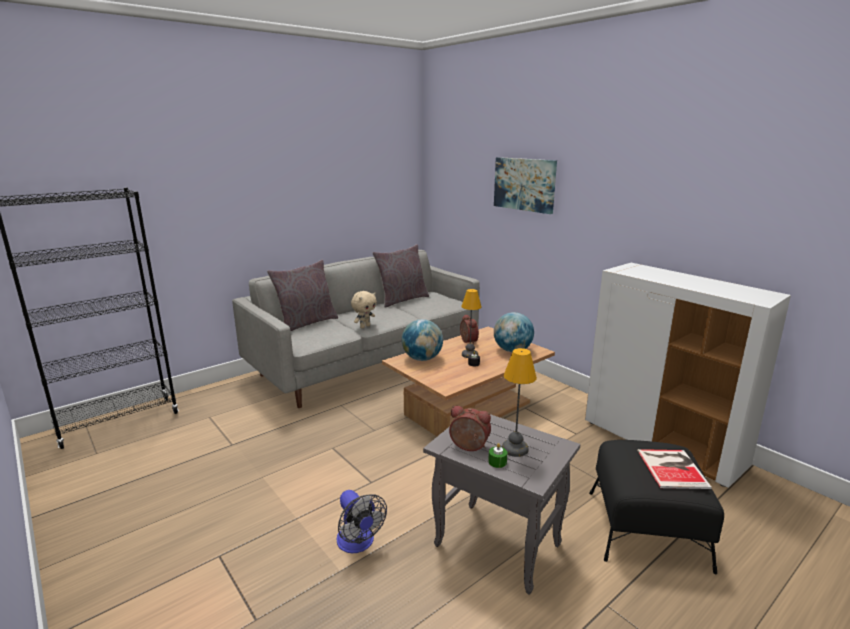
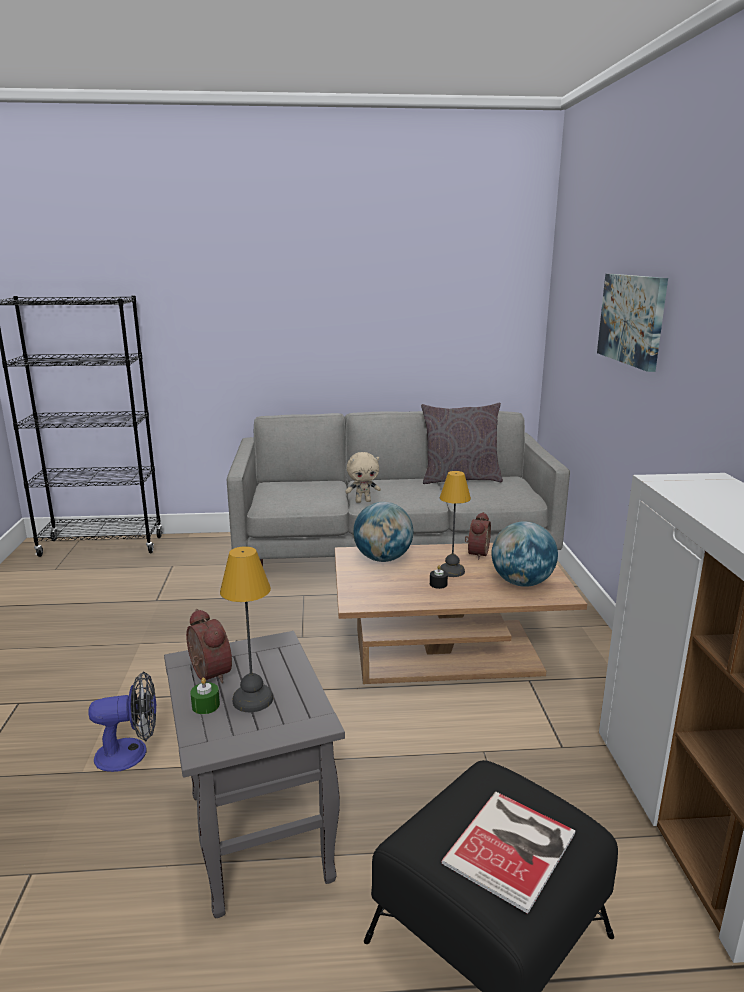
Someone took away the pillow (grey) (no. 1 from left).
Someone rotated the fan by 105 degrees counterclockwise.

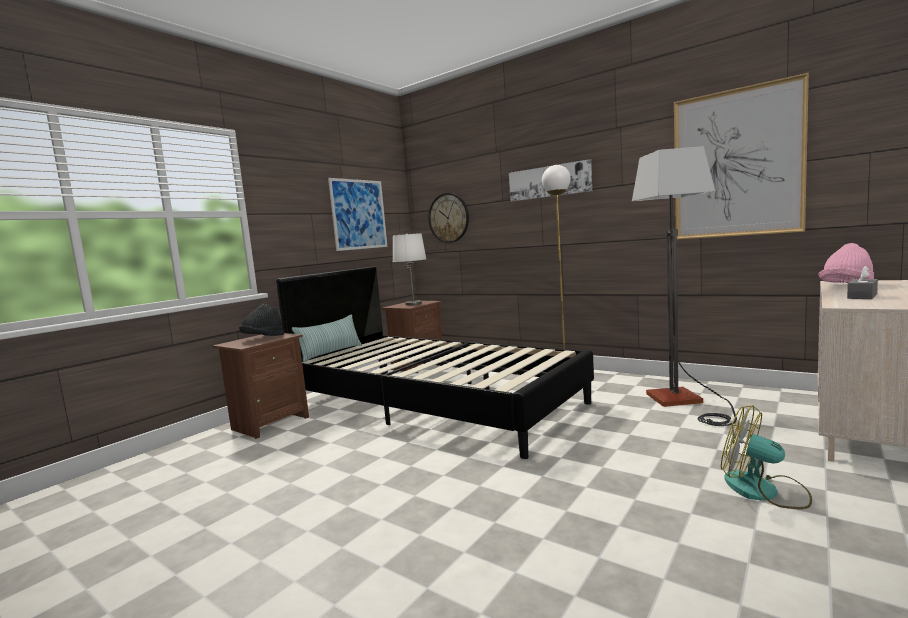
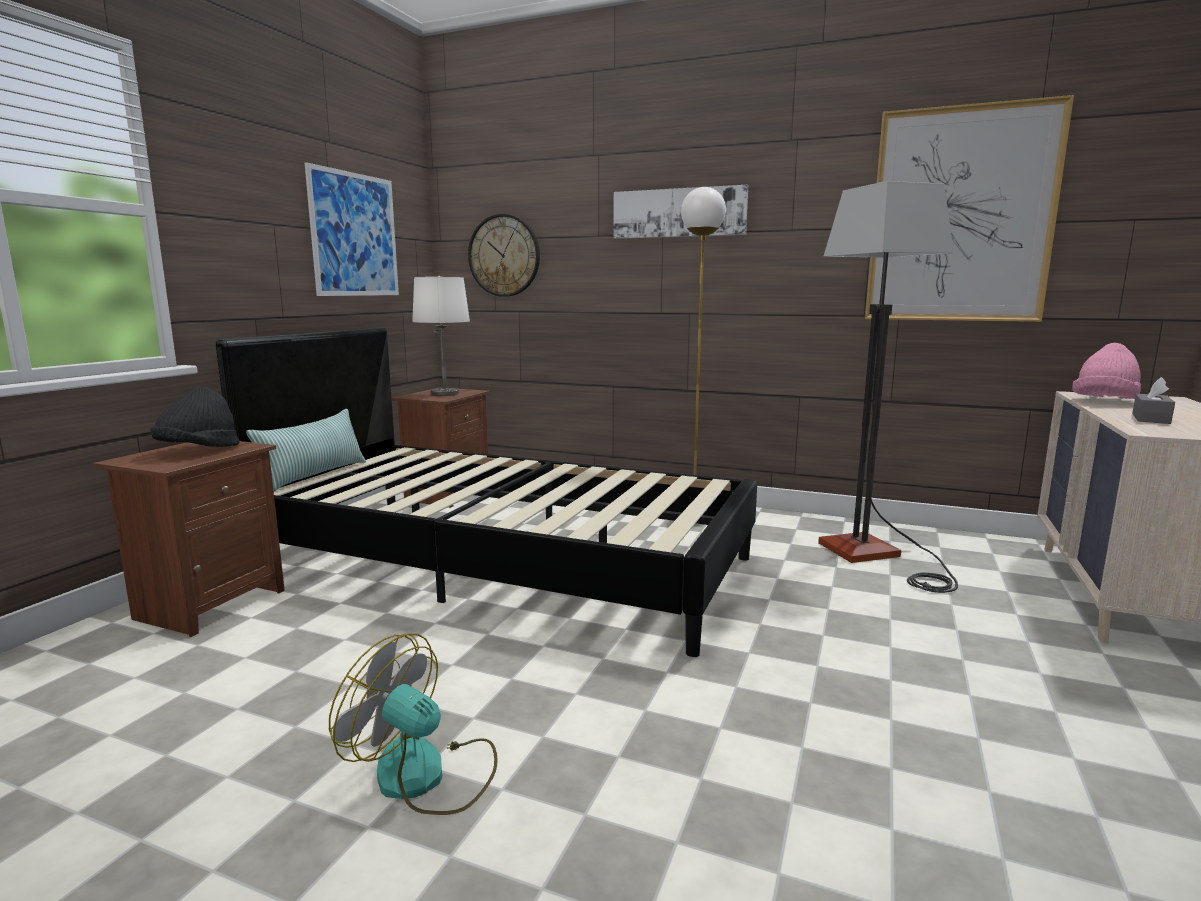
Someone carried the fan.

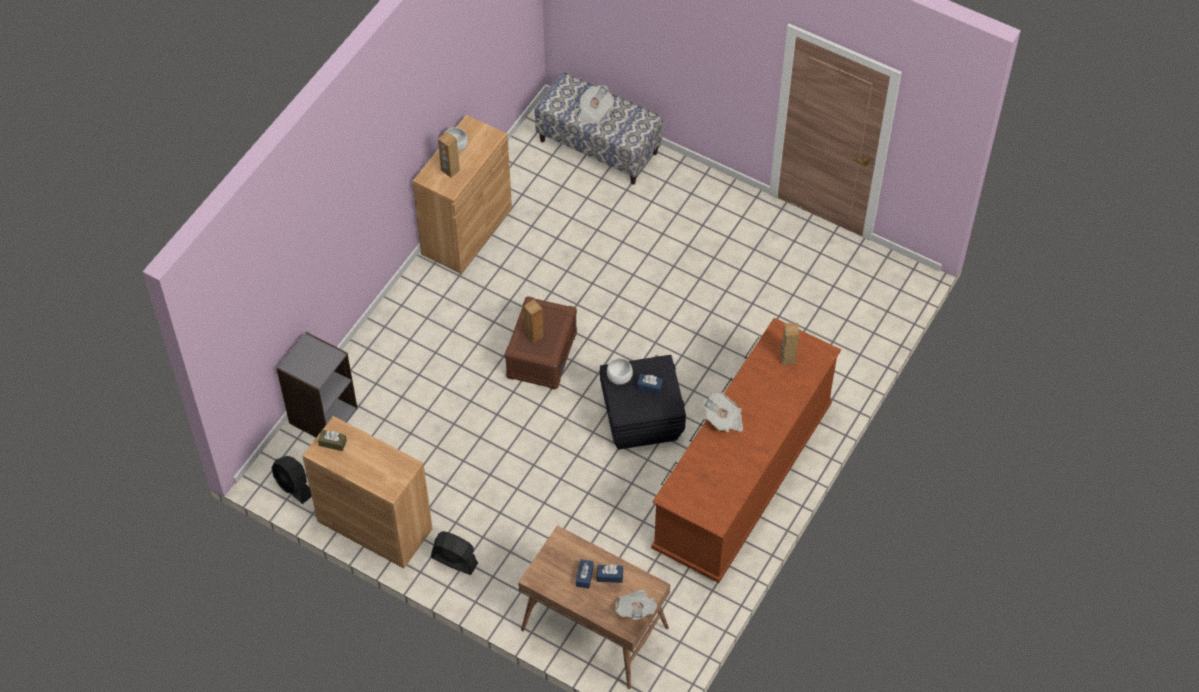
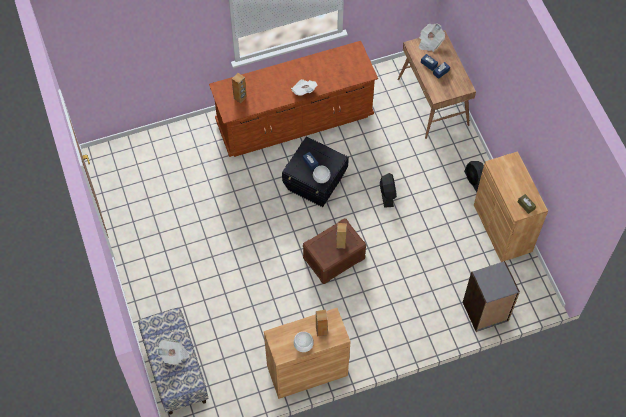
Someone carried the fan (black) (no. 1 from left).

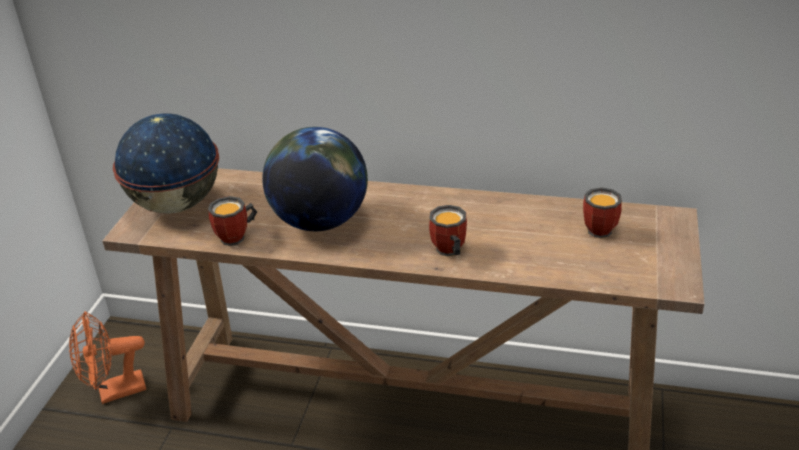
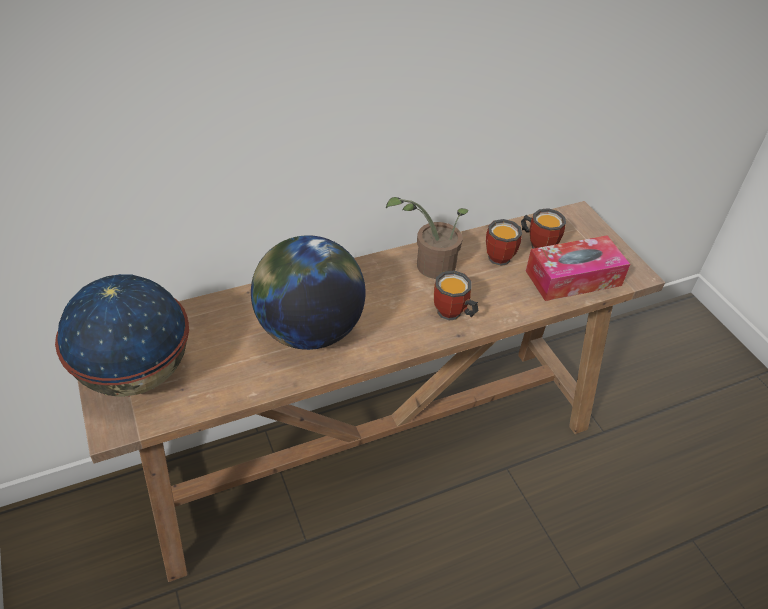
Someone took away the fan (orange).
Someone carried the mug (no. 1 from left in the first image).
Someone put down the potted plant.
Someone put down the tissue box.

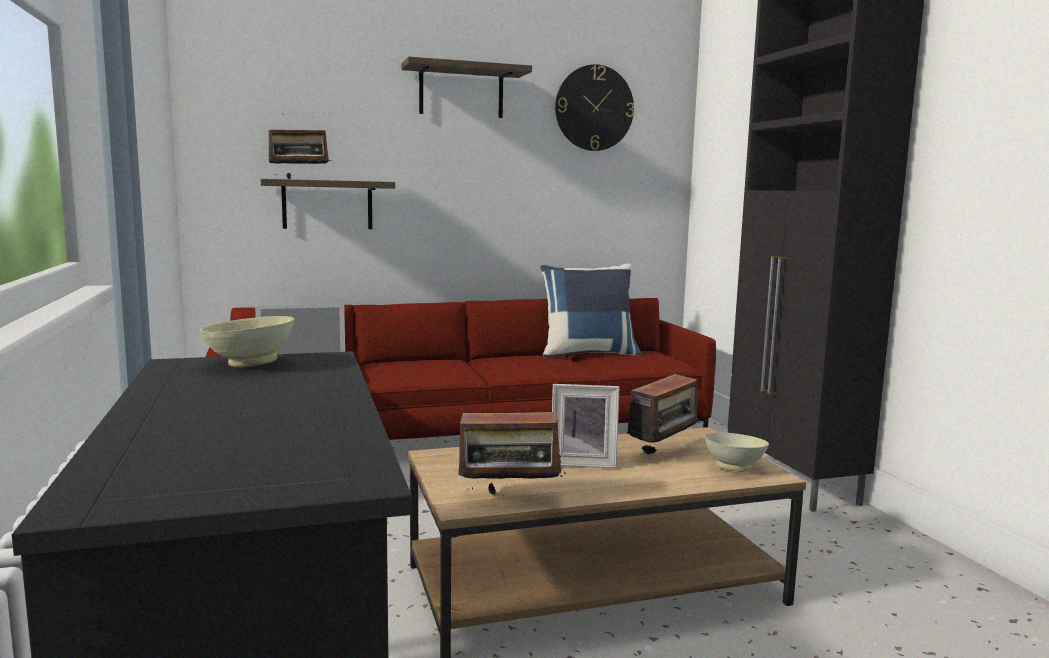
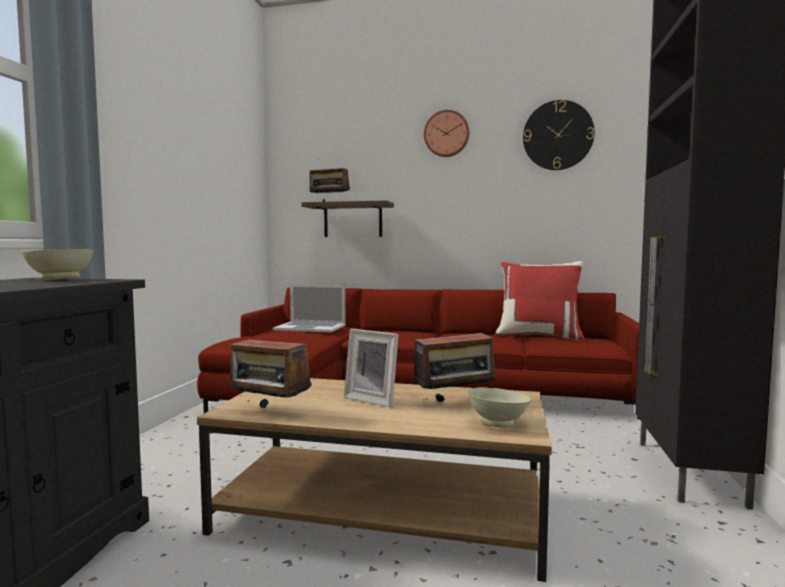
Someone swapped the shelf (no. 2 from left) for the wall clock (no. 1 from left).
Someone repainted the pillow (blue), which became the pillow (red).

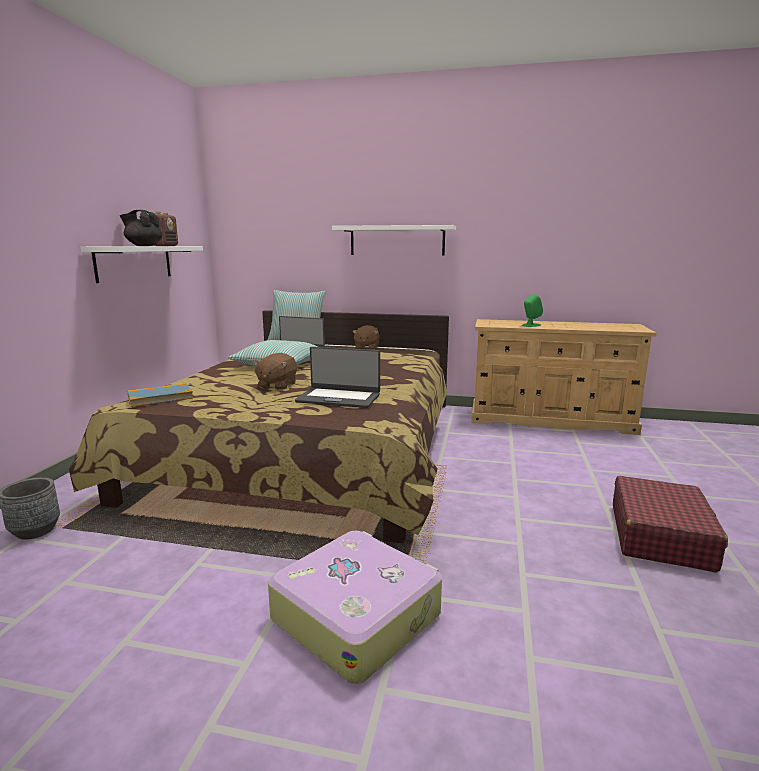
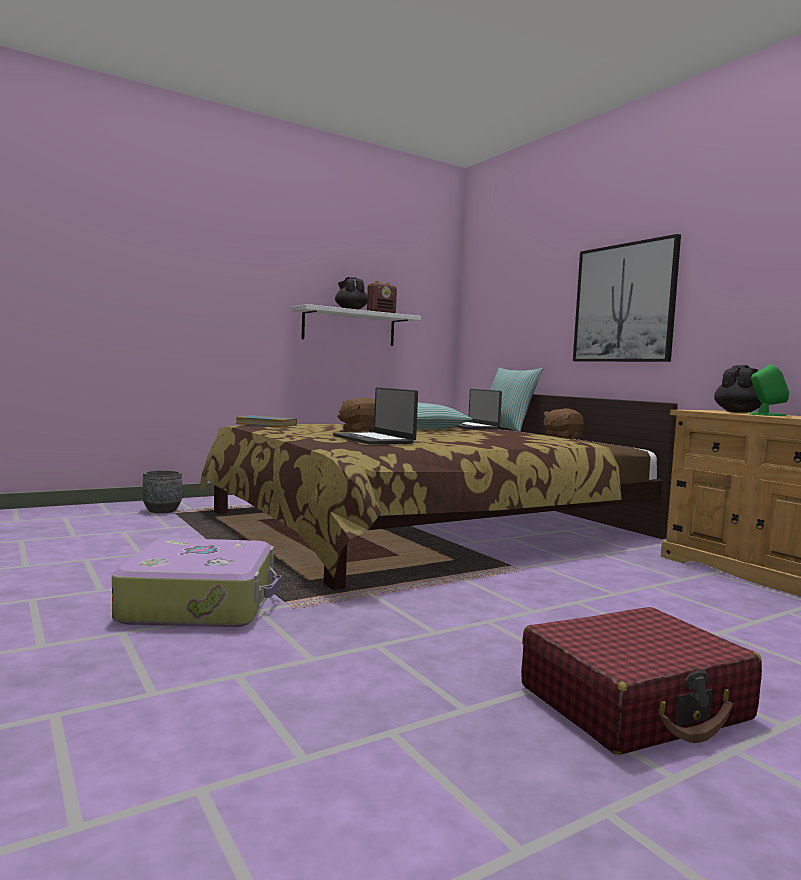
Someone swapped the shelf (white) (no. 2 from left) for the picture.
Someone put down the teapot (black) (no. 2 from left).

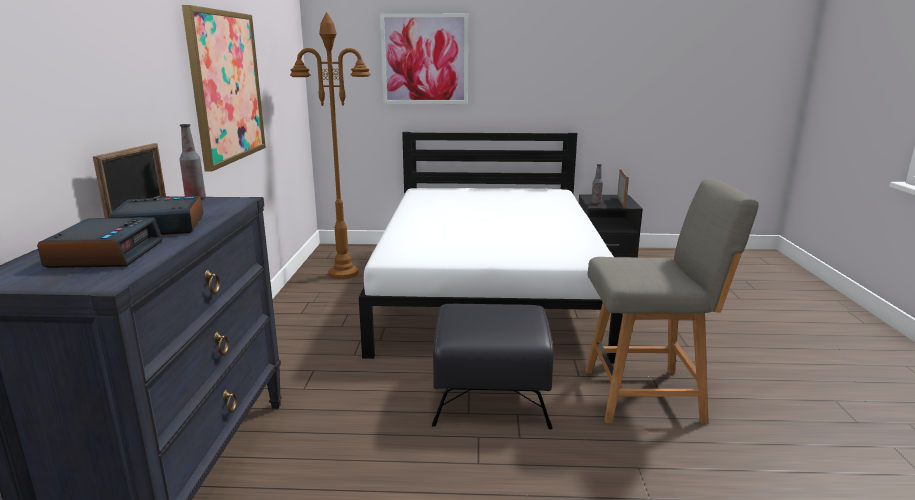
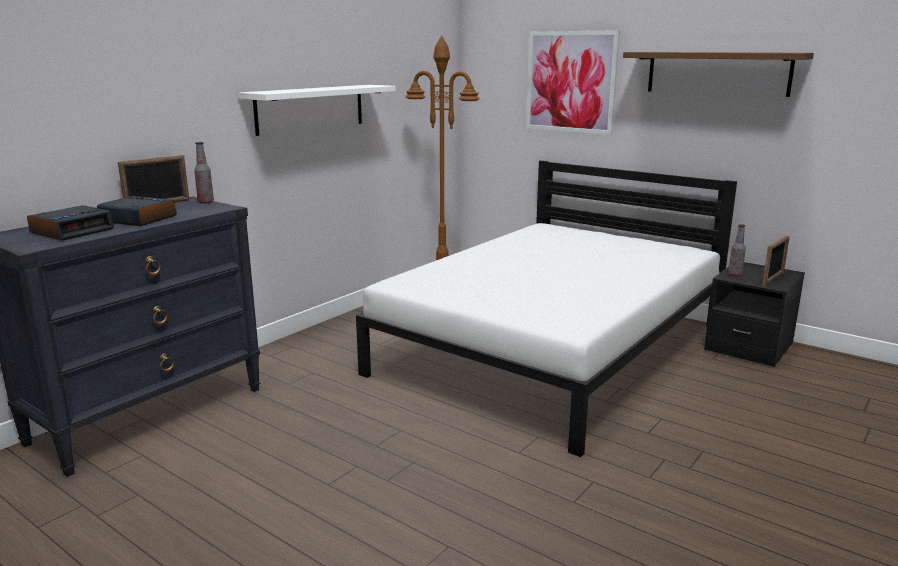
Someone swapped the picture (no. 1 from left) for the shelf (white).
Someone took away the ottoman (black).
Someone took away the chair (grey).
Someone put up the shelf (brown).

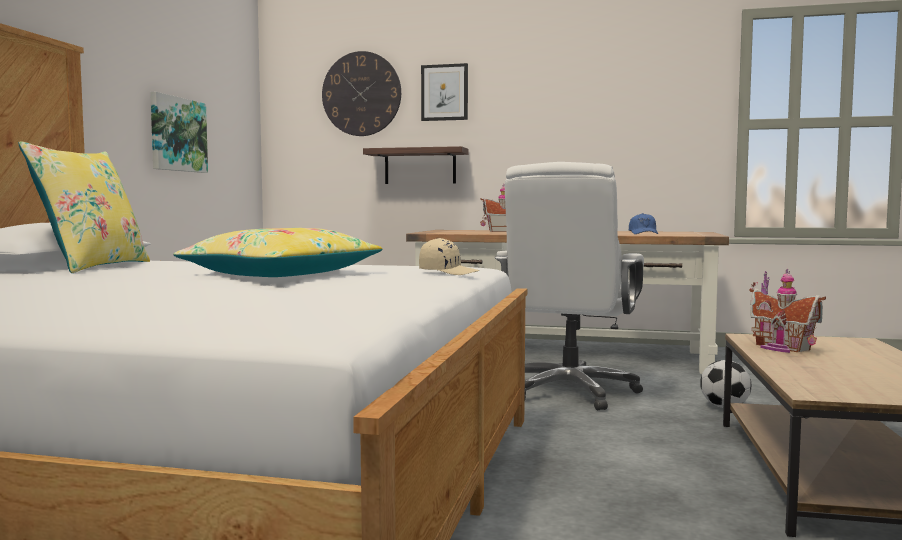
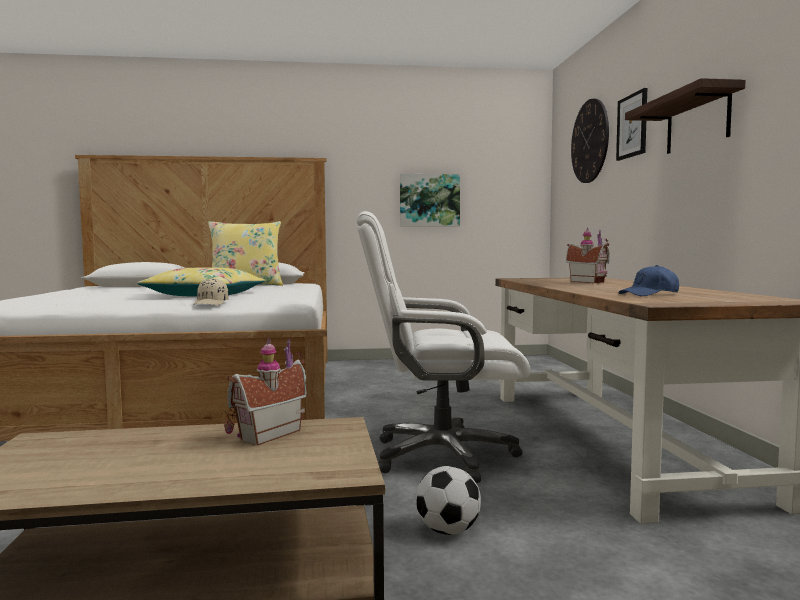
Someone carried the shelf.

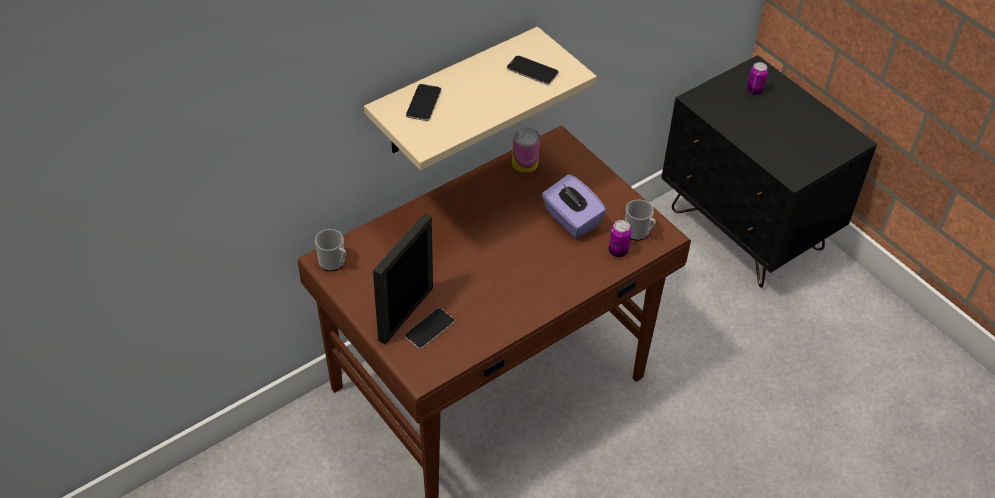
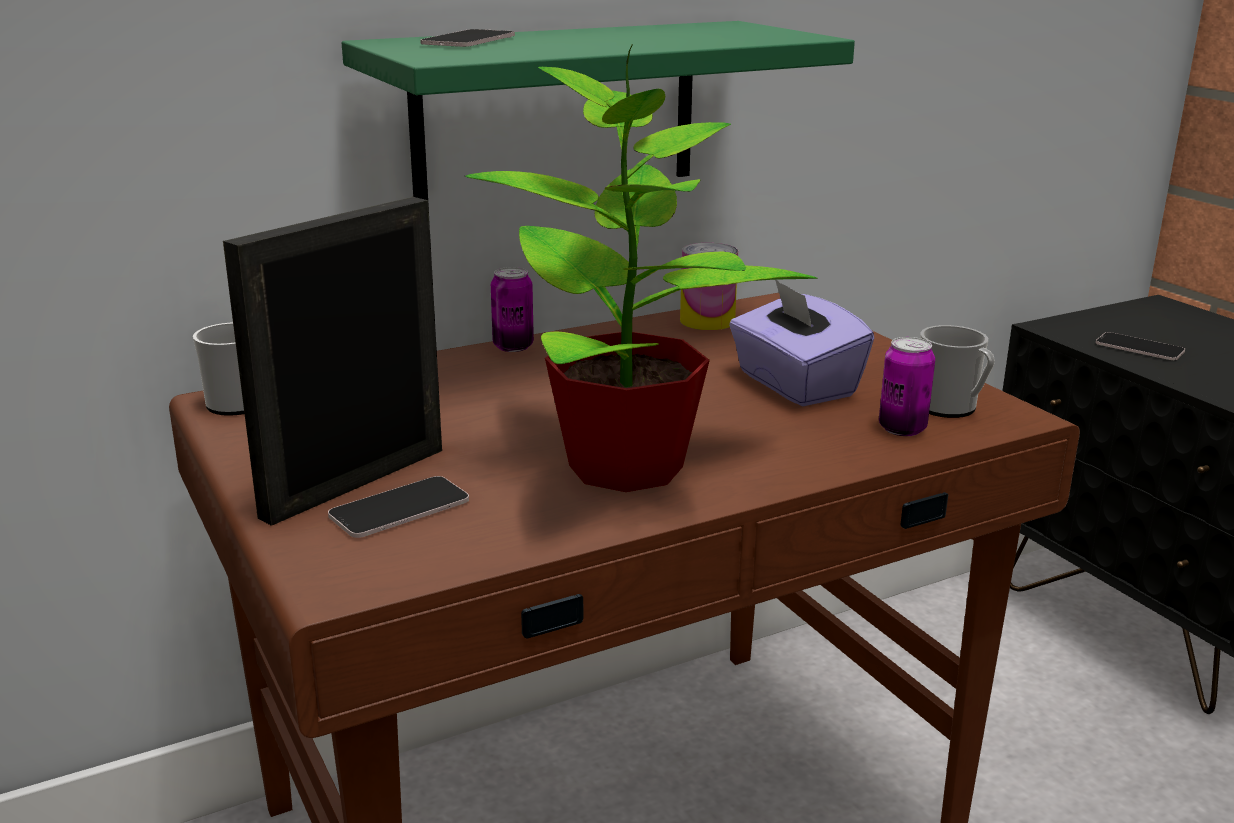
Someone repainted the shelf (beige), which became the shelf (green).
Someone carried the phone (no. 3 from left).
Someone carried the can (no. 3 from left in the first image).
Someone put down the potted plant.

